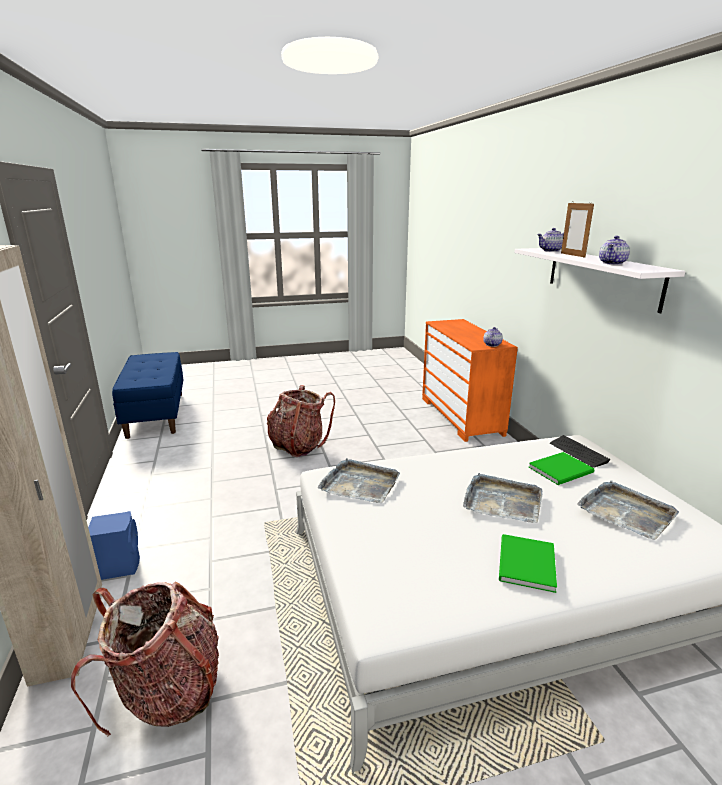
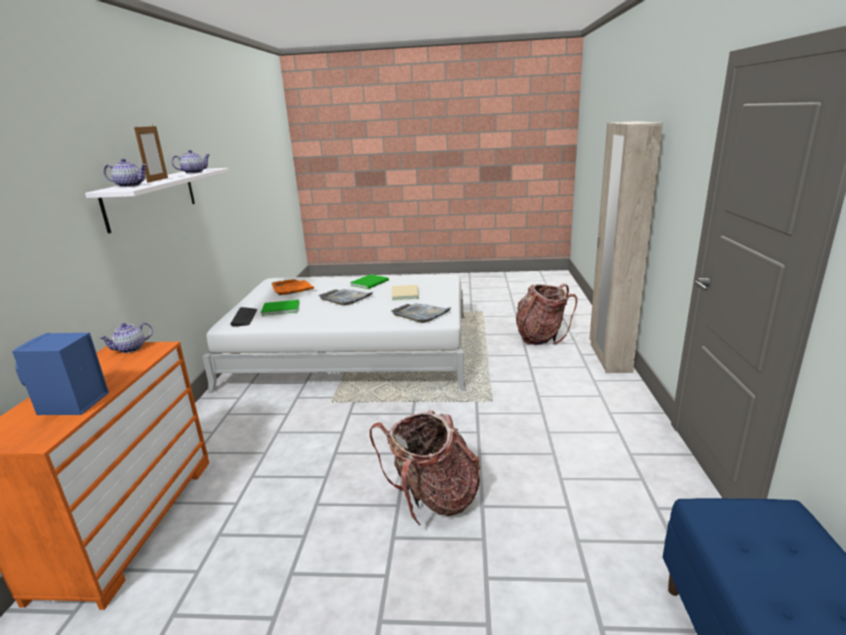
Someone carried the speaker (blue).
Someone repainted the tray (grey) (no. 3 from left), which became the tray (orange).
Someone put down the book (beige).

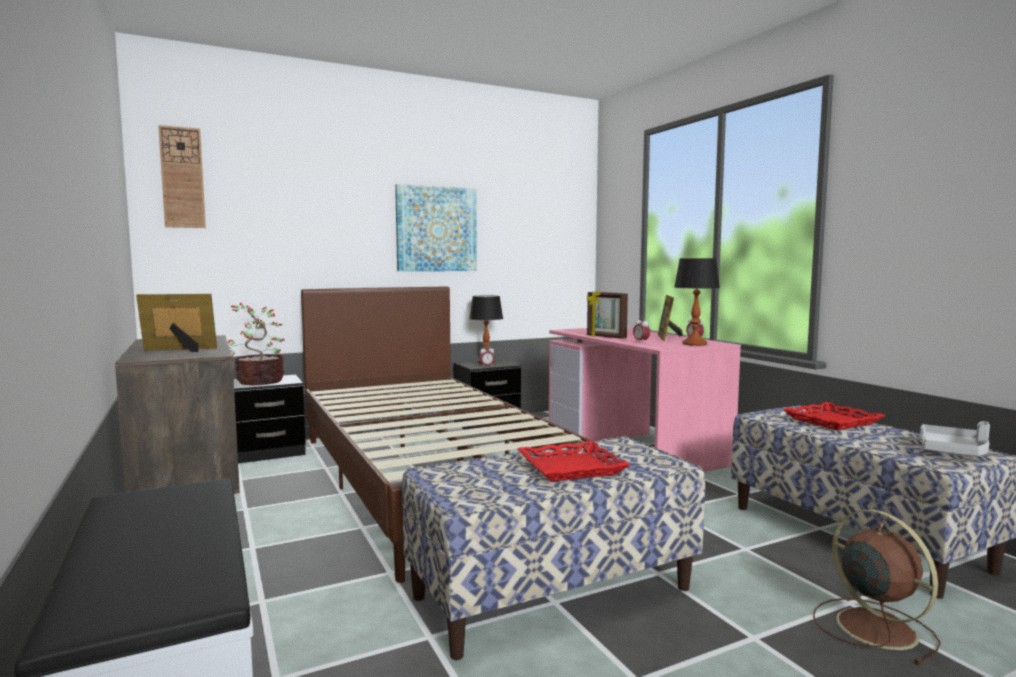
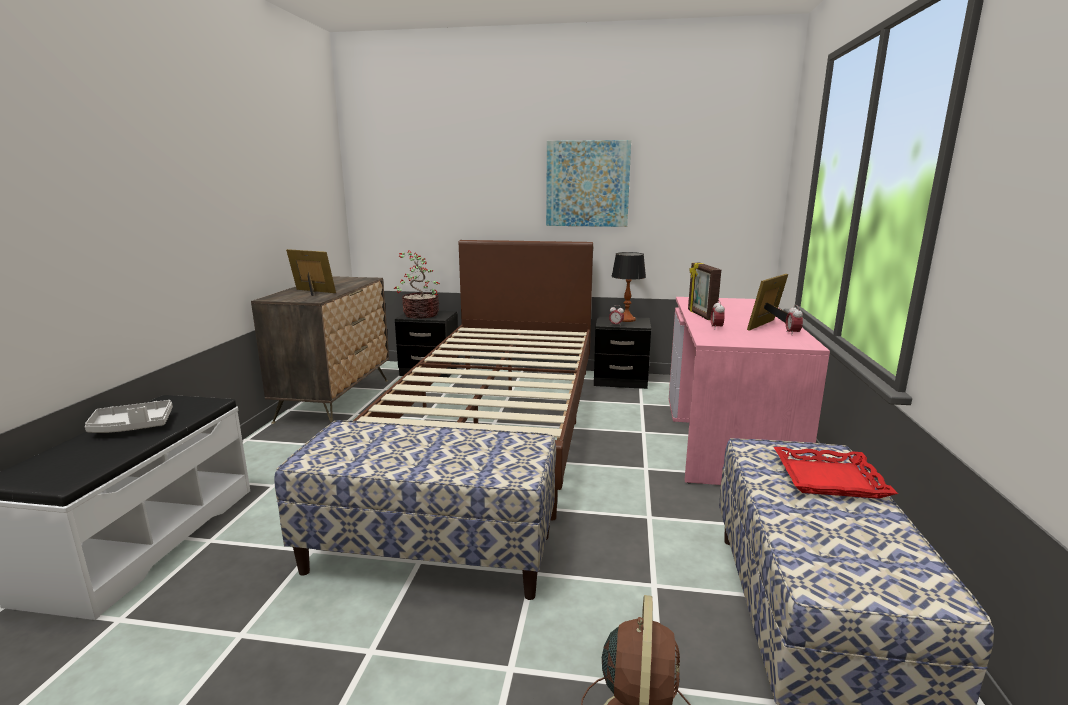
Someone took away the wall clock.
Someone took away the tray (red) (no. 1 from left).
Someone took away the table lamp (no. 2 from left).
Someone carried the tray (grey).

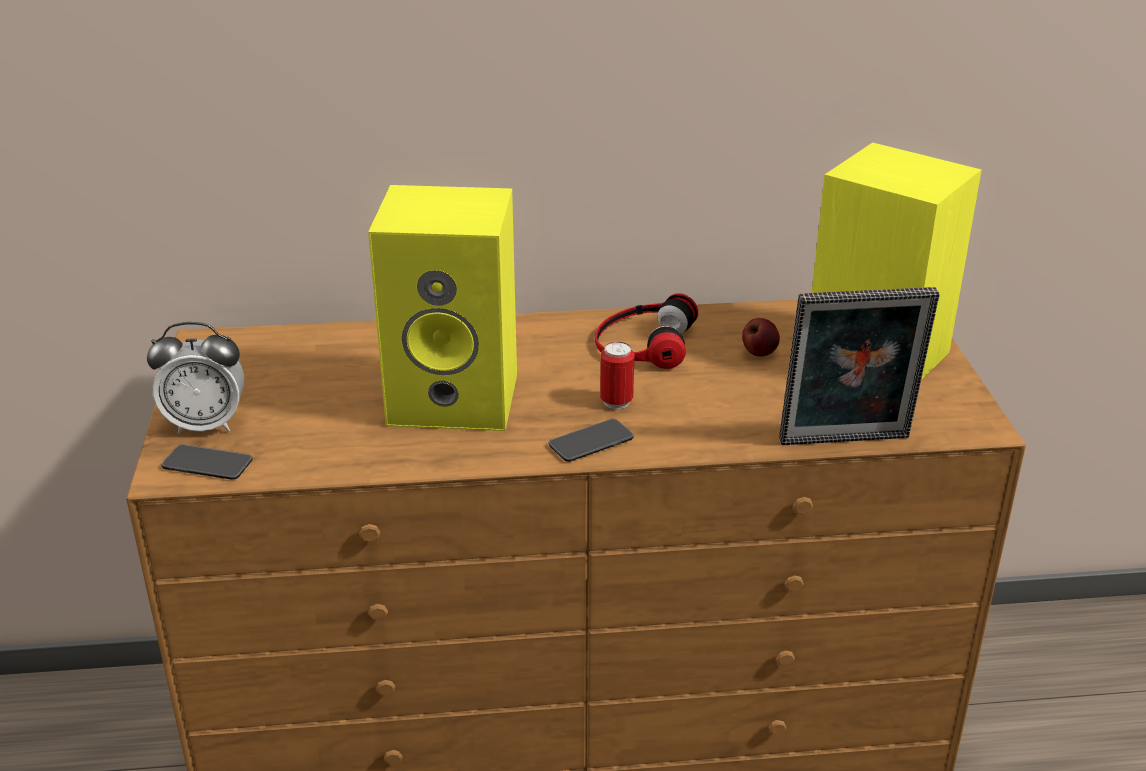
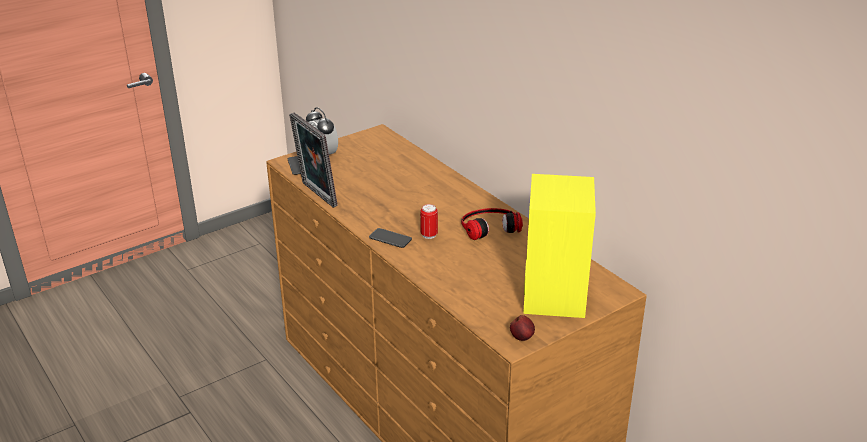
Someone took away the speaker (yellow) (no. 1 from left).
Someone carried the apple.
Someone carried the picture frame.

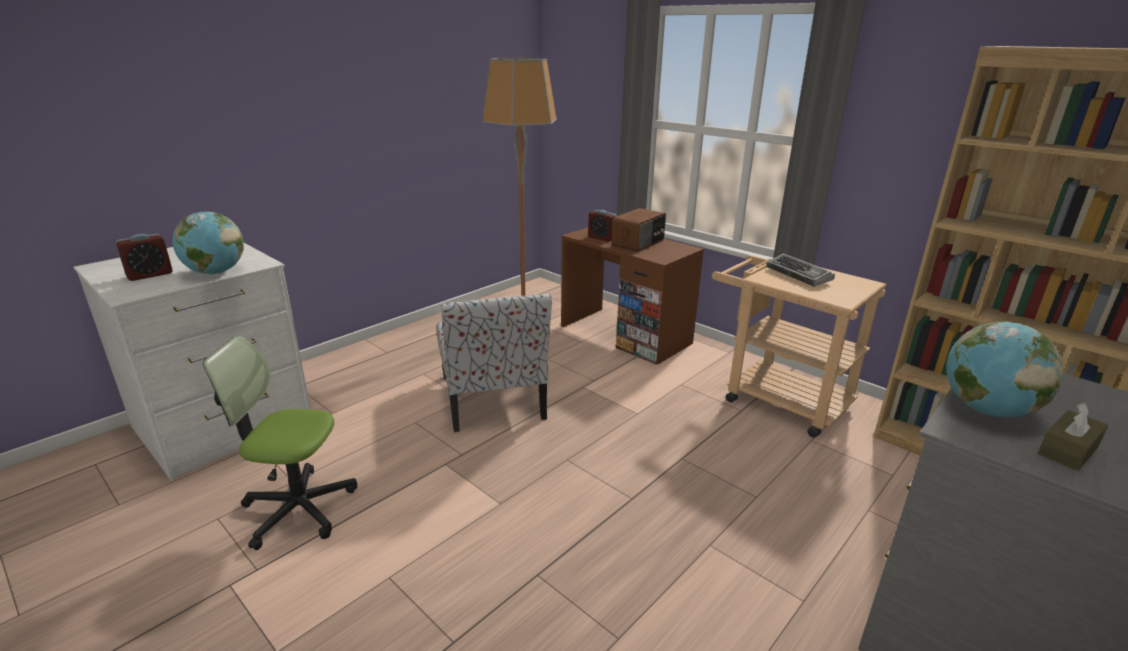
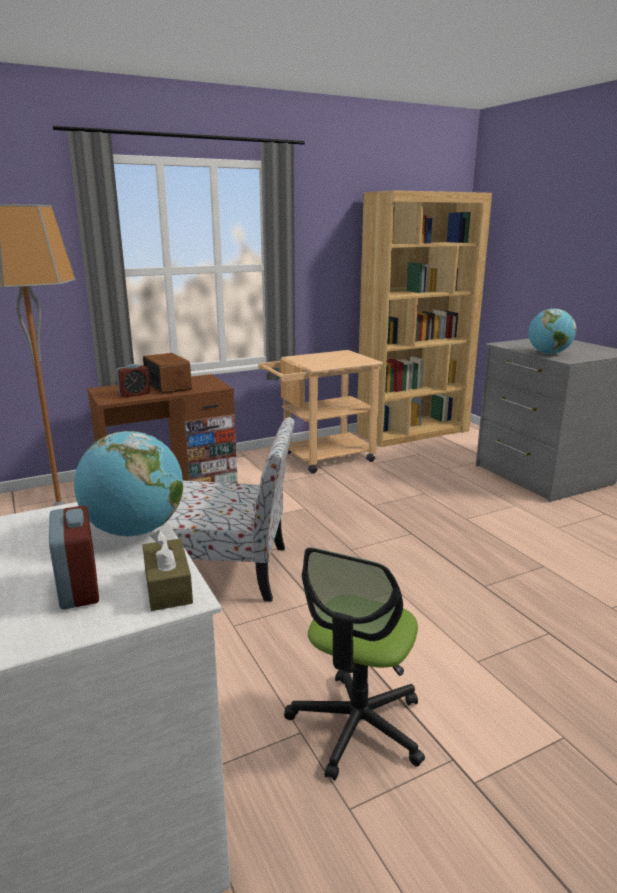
Someone took away the keyboard.
Someone carried the tissue box (brown).

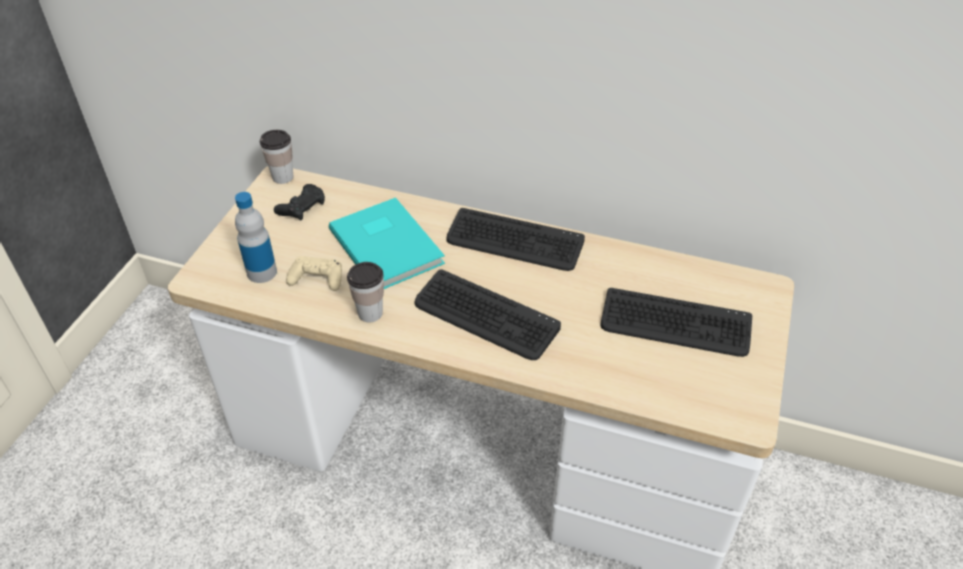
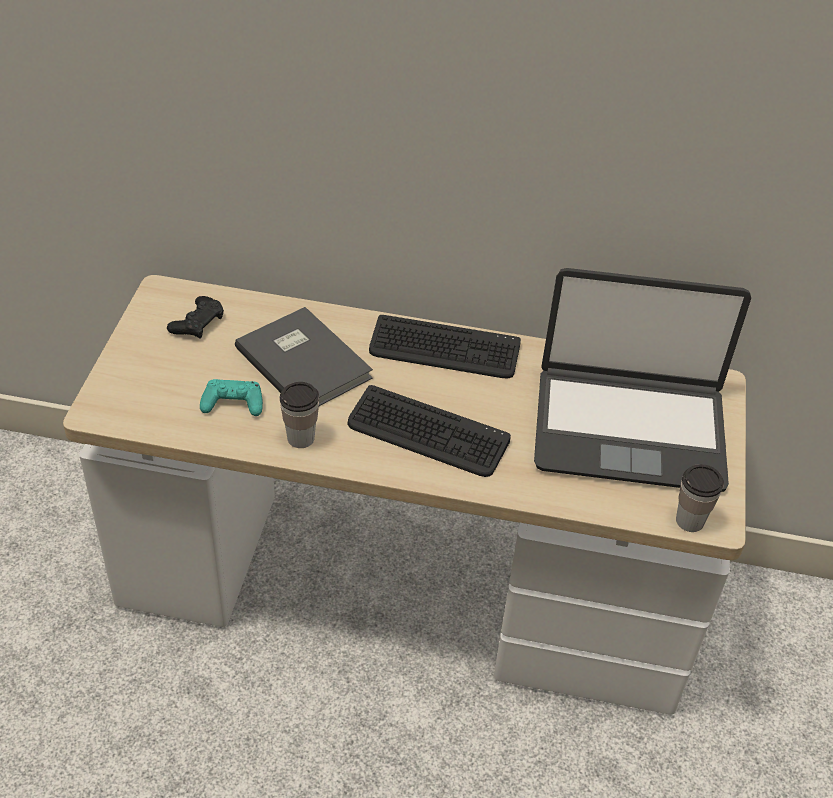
Someone took away the bottle.
Someone carried the cup (no. 1 from left in the first image).
Someone repainted the game controller (beige), which became the game controller (turquoise).
Someone repainted the book (turquoise), which became the book (grey).
Someone swapped the keyboard (no. 3 from left) for the laptop.

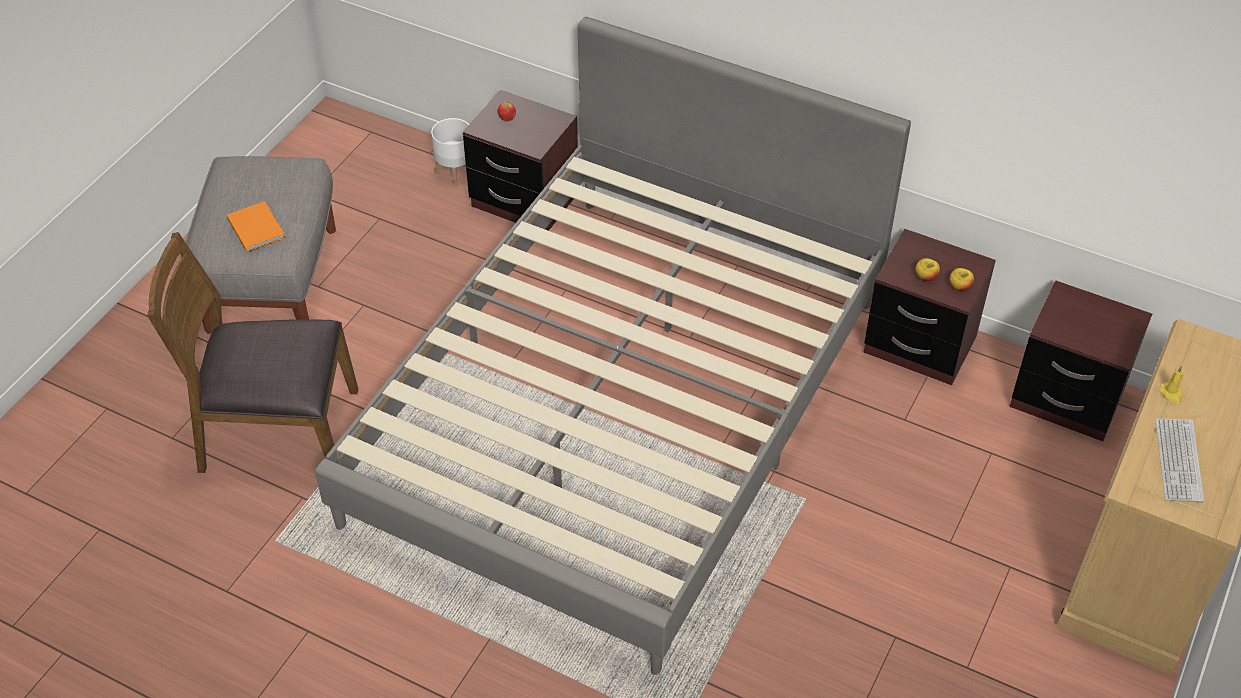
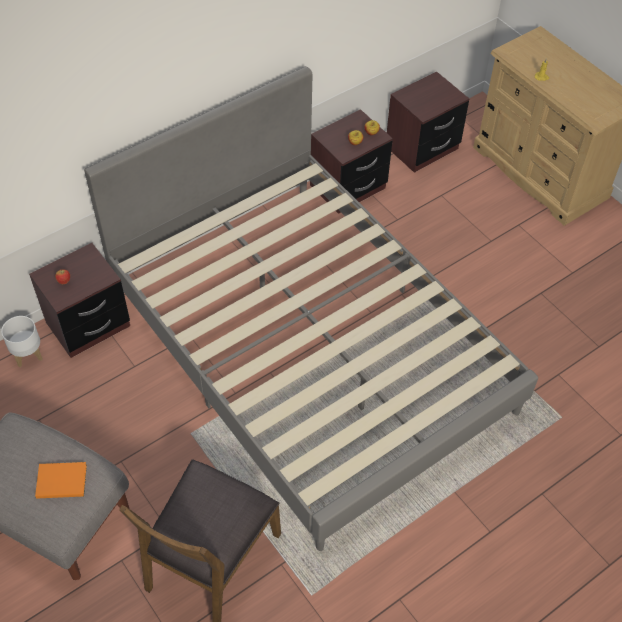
Someone took away the keyboard.

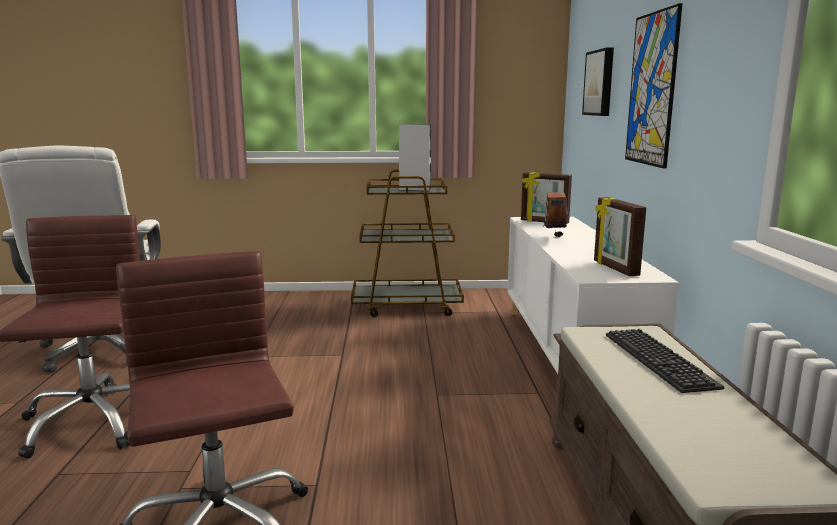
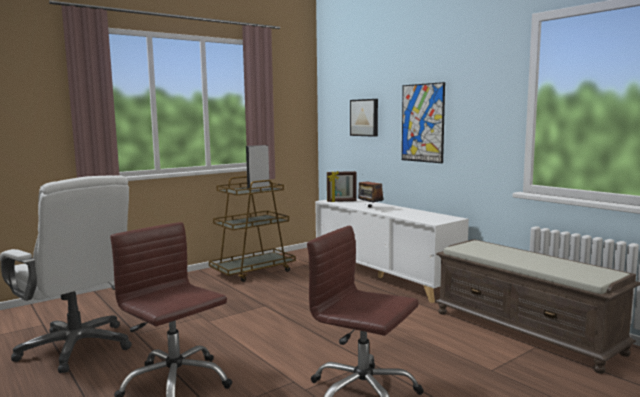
Someone took away the picture frame (no. 2 from left).
Someone took away the keyboard.

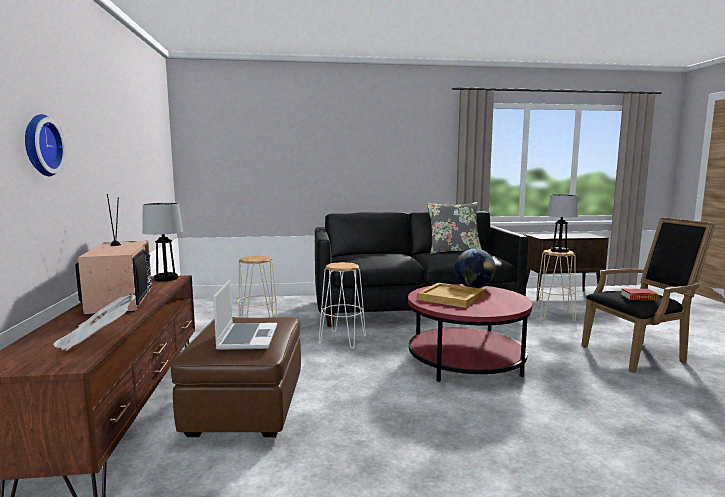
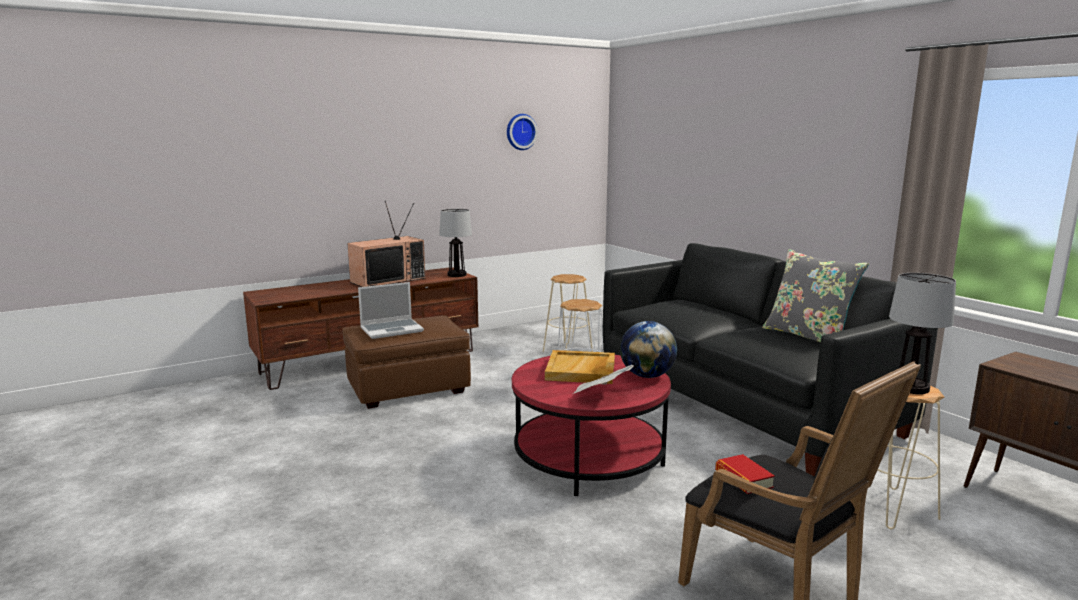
Someone carried the wall clock.
Someone carried the newspaper.

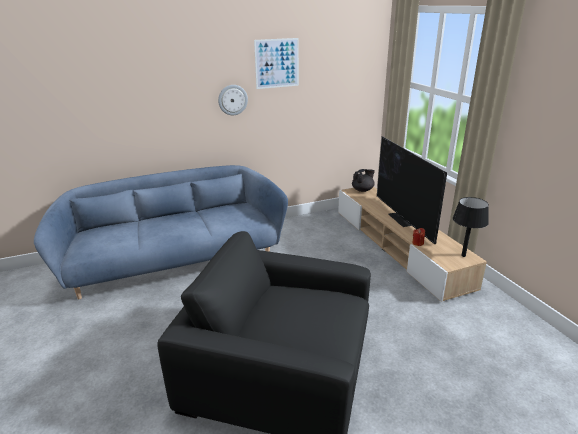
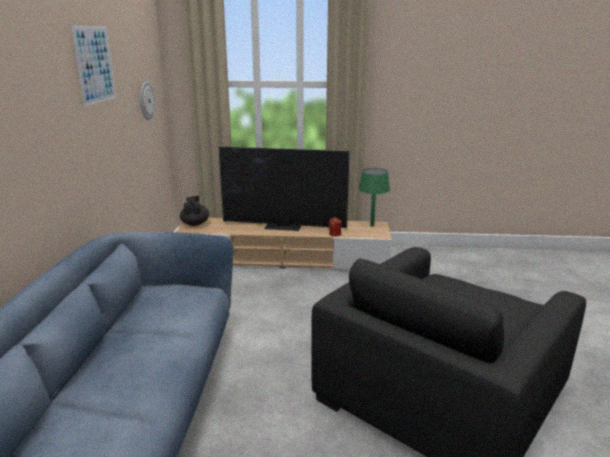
Someone carried the wall clock.
Someone repainted the table lamp (black), which became the table lamp (green).

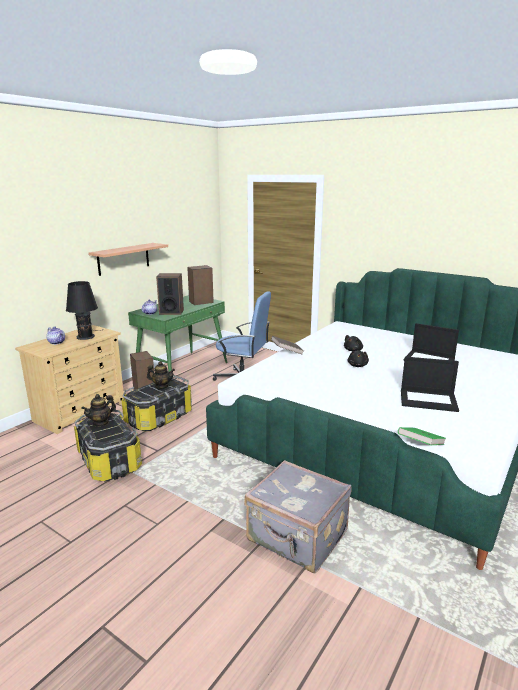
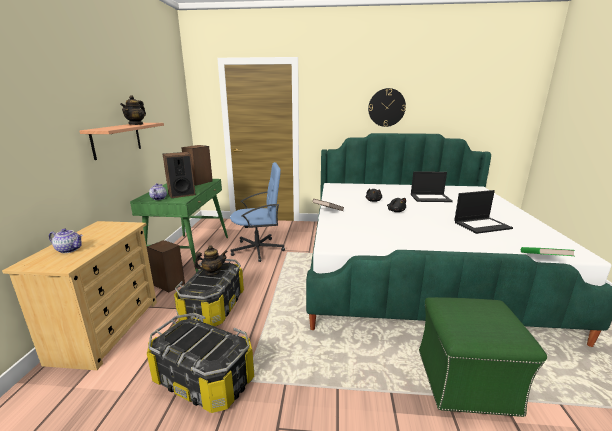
Someone took away the table lamp (black).
Someone carried the teapot (no. 2 from left).
Someone swapped the suitcase (grey) for the ottoman (green).
Someone put up the wall clock.

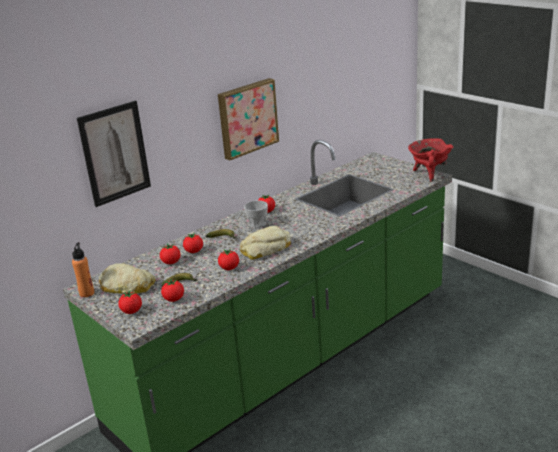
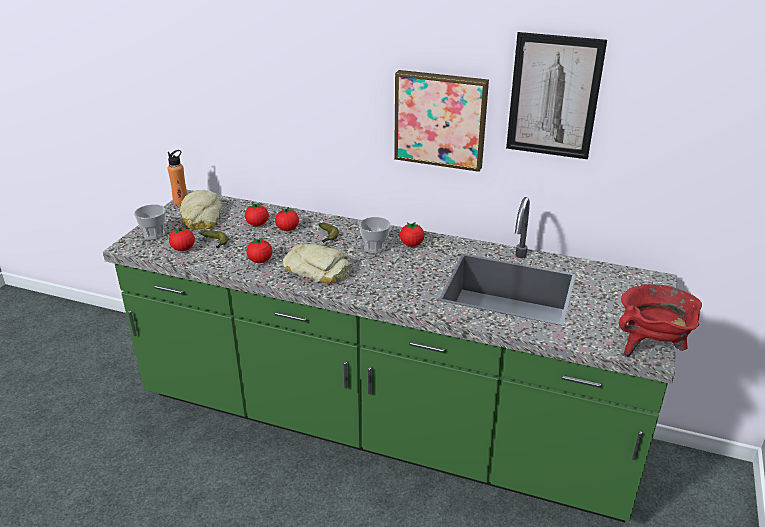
Someone carried the picture (no. 1 from left in the first image).
Someone swapped the tomato (no. 1 from left) for the cup (no. 1 from left).

